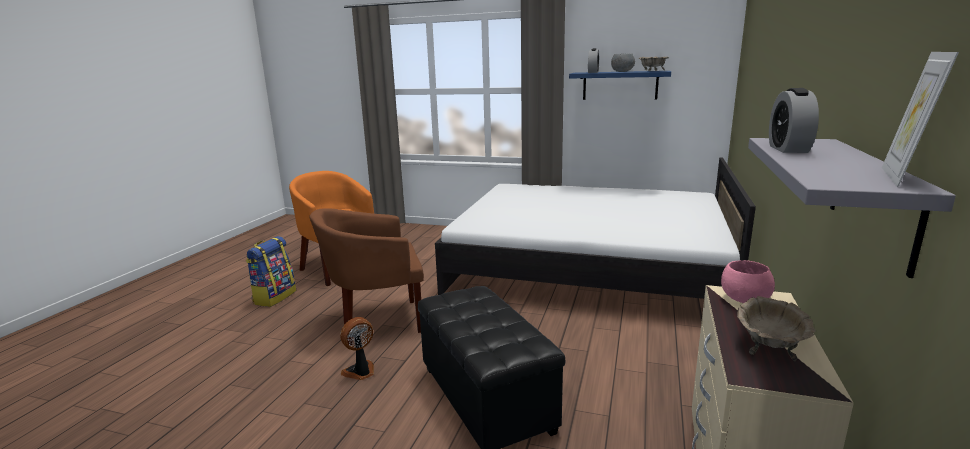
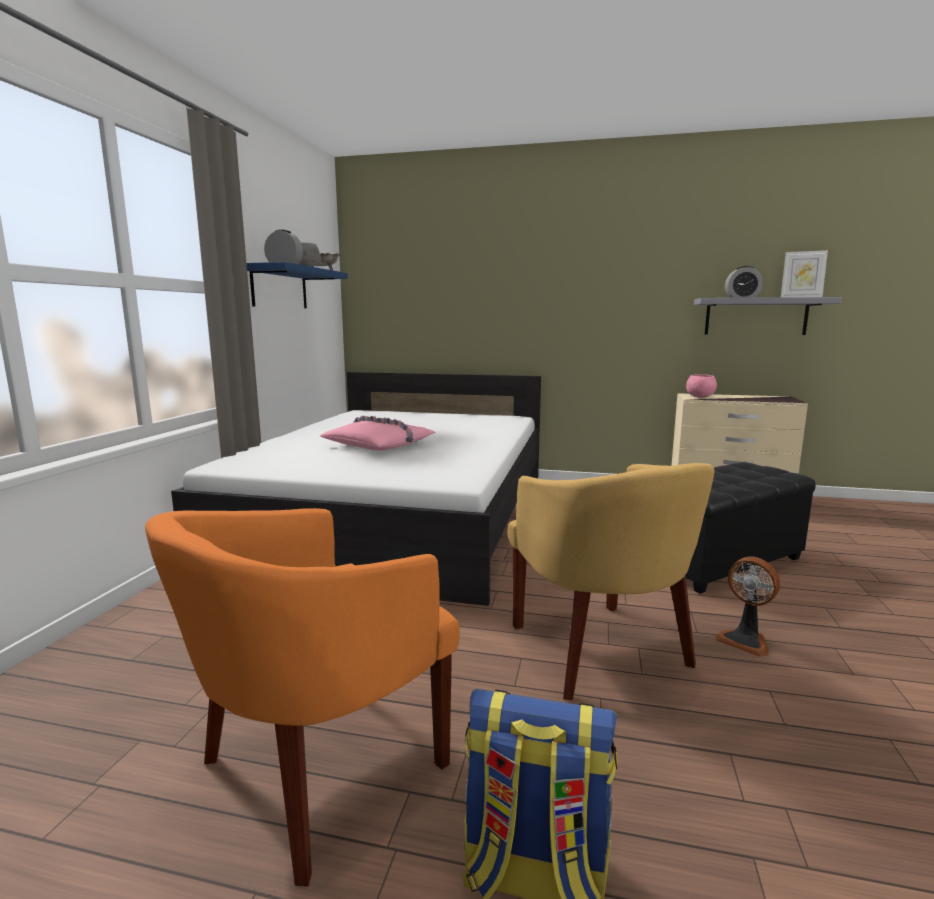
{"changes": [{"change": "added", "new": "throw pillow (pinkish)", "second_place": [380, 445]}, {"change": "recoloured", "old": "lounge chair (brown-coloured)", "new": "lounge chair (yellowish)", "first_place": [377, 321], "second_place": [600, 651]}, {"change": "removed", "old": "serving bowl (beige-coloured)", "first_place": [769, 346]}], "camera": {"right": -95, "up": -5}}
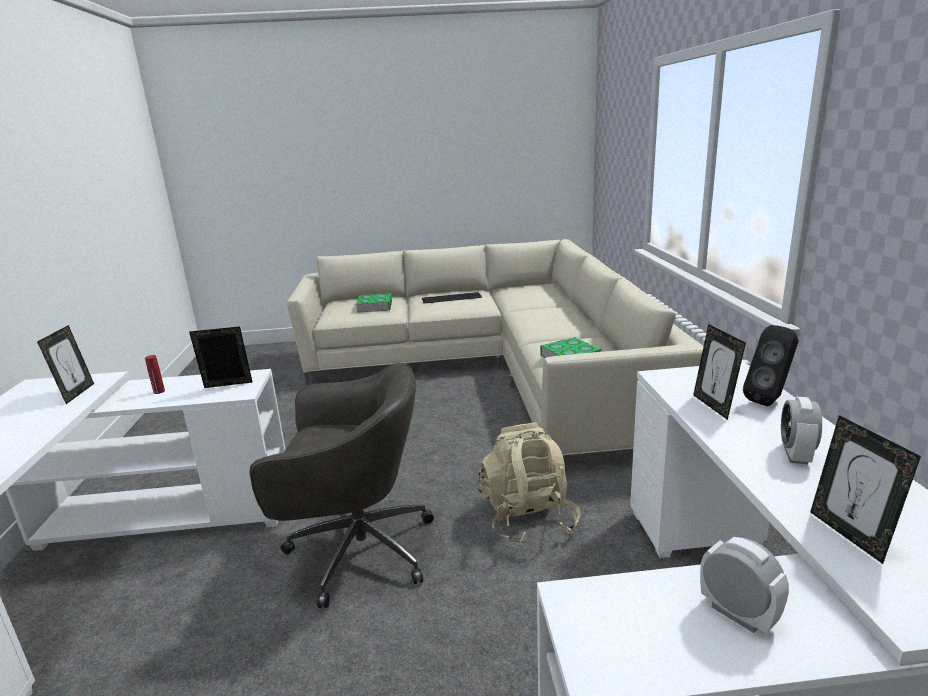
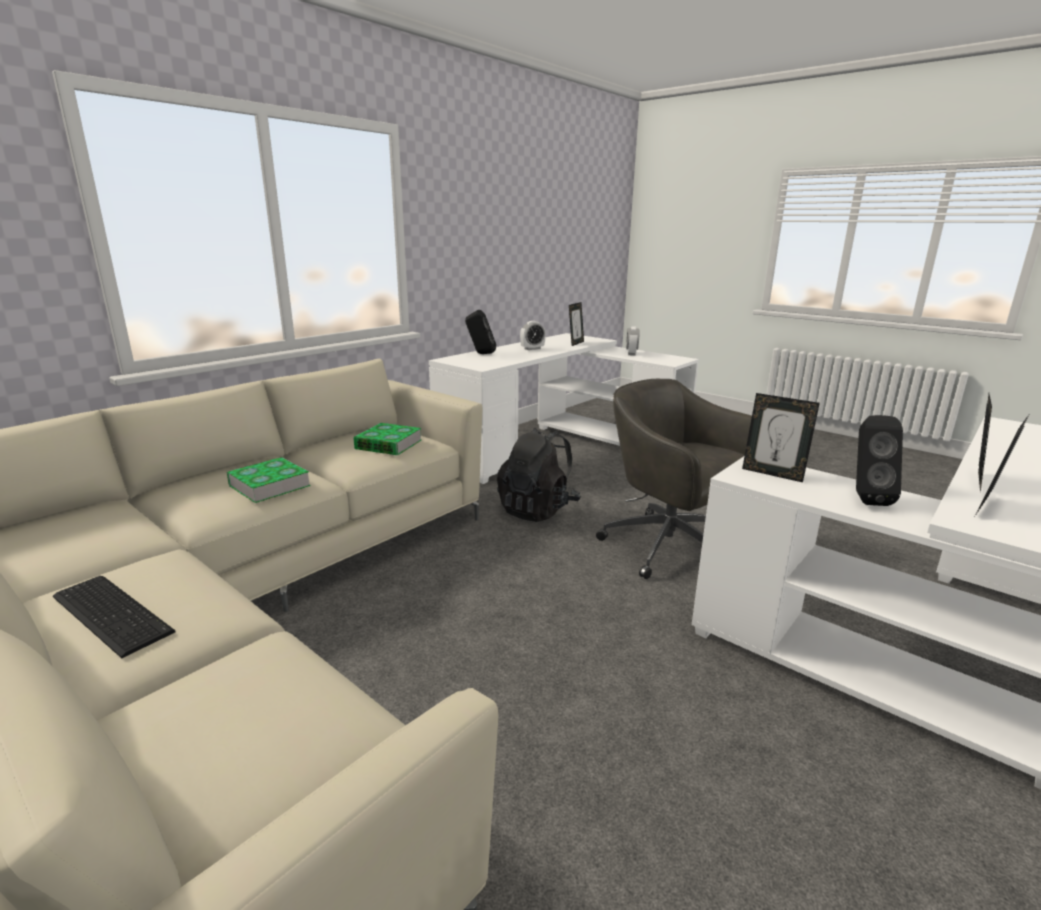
{"changes": [{"change": "moved", "old": "bound book", "first_place": [375, 306], "second_place": [269, 485]}, {"change": "recoloured", "old": "knapsack (beige-coloured)", "new": "knapsack (black-coloured)", "first_place": [527, 517], "second_place": [538, 509]}, {"change": "replaced", "old": "drink bottle (red-coloured)", "new": "audio speaker (black-coloured)", "first_place": [159, 391], "second_place": [865, 498]}, {"change": "moved", "old": "photo frame", "first_place": [713, 406], "second_place": [972, 480]}], "camera": {"right": -135, "up": 0}}
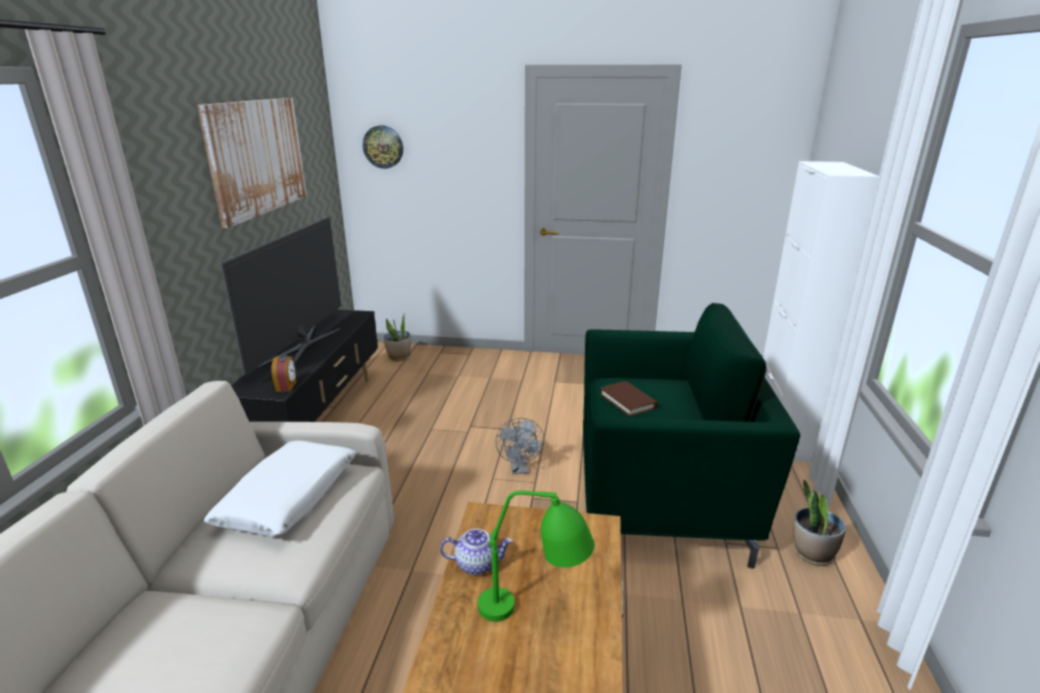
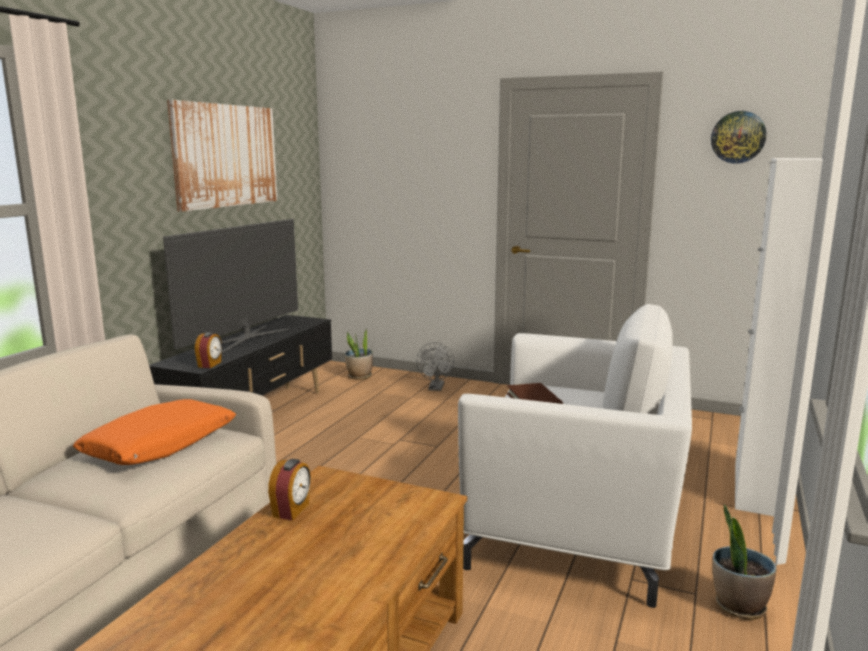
{"changes": [{"change": "recoloured", "old": "throw pillow (white-coloured)", "new": "throw pillow (orangey)", "first_place": [289, 498], "second_place": [160, 445]}, {"change": "replaced", "old": "teapot", "new": "bedside clock", "first_place": [477, 564], "second_place": [292, 510]}, {"change": "moved", "old": "electric fan (greyish)", "first_place": [519, 469], "second_place": [436, 388]}, {"change": "recoloured", "old": "lounge chair (green-coloured)", "new": "lounge chair (white-coloured)", "first_place": [662, 497], "second_place": [577, 526]}, {"change": "moved", "old": "hanging clock", "first_place": [383, 147], "second_place": [738, 137]}, {"change": "removed", "old": "table lamp (green-coloured)", "first_place": [536, 615]}], "camera": {"right": 15, "up": -10}}
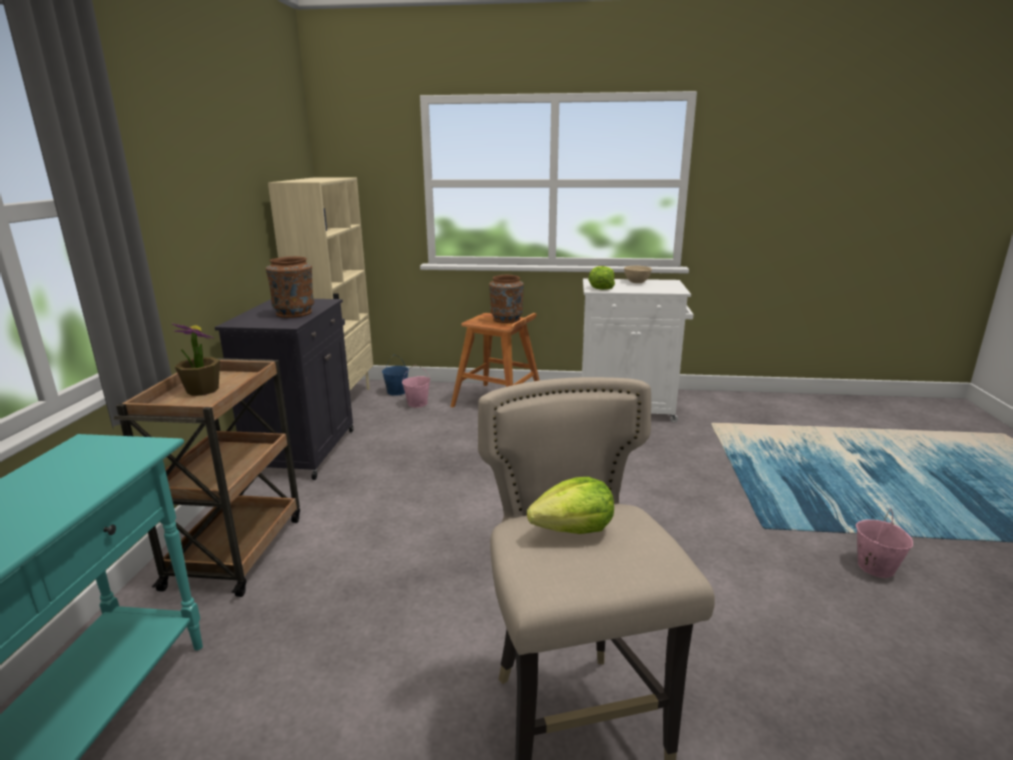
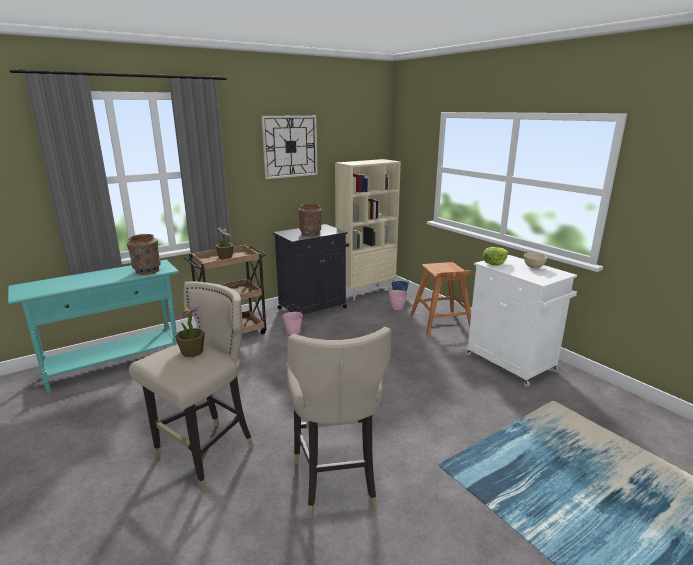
{"changes": [{"change": "moved", "old": "vase (brown-coloured)", "first_place": [506, 320], "second_place": [147, 271]}, {"change": "replaced", "old": "head of lettuce", "new": "plant in a pot", "first_place": [574, 529], "second_place": [192, 352]}, {"change": "added", "new": "hanging clock", "second_place": [290, 146]}, {"change": "moved", "old": "water bucket (pinkish)", "first_place": [875, 567], "second_place": [293, 331]}, {"change": "added", "new": "stool (beige-coloured)", "second_place": [336, 481]}], "camera": {"right": 50, "up": 0}}
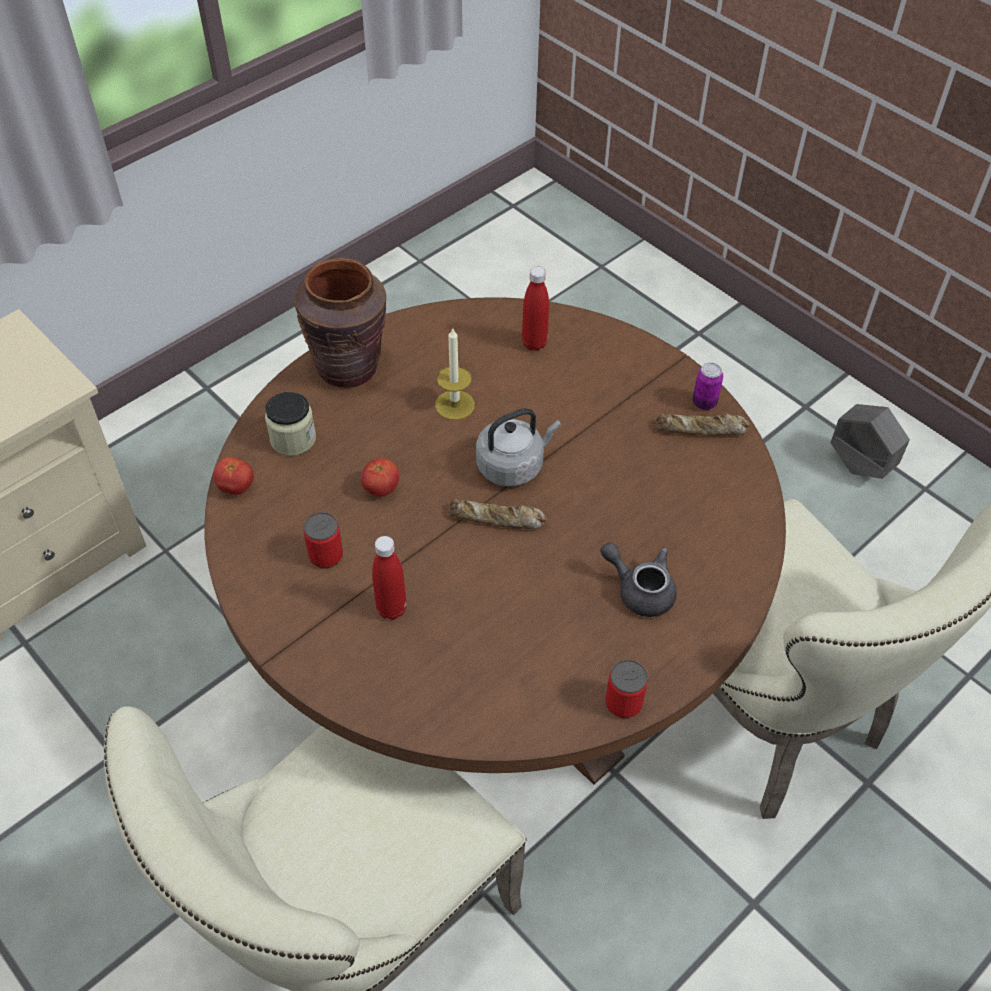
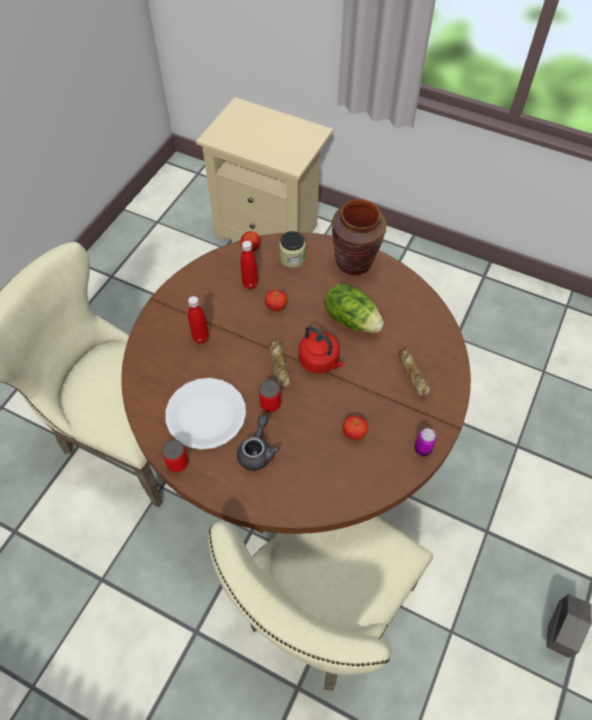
{"changes": [{"change": "added", "new": "dinner plate (white-coloured)", "second_place": [206, 414]}, {"change": "moved", "old": "drink bottle (red-coloured)", "first_place": [534, 343], "second_place": [250, 284]}, {"change": "moved", "old": "metal can", "first_place": [326, 556], "second_place": [270, 404]}, {"change": "recoloured", "old": "kettle (greyish)", "new": "kettle (red-coloured)", "first_place": [513, 465], "second_place": [320, 361]}, {"change": "replaced", "old": "candle", "new": "head of lettuce", "first_place": [455, 405], "second_place": [352, 319]}, {"change": "added", "new": "whole tomato", "second_place": [354, 433]}, {"change": "moved", "old": "bakery bread", "first_place": [702, 429], "second_place": [412, 374]}], "camera": {"right": 70, "up": 5}}
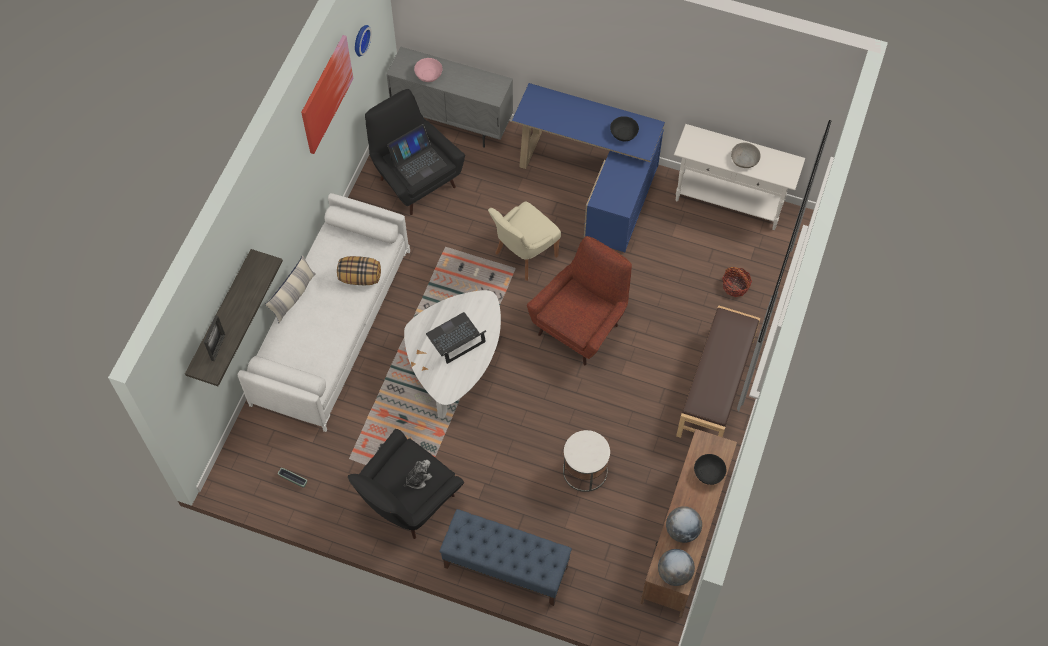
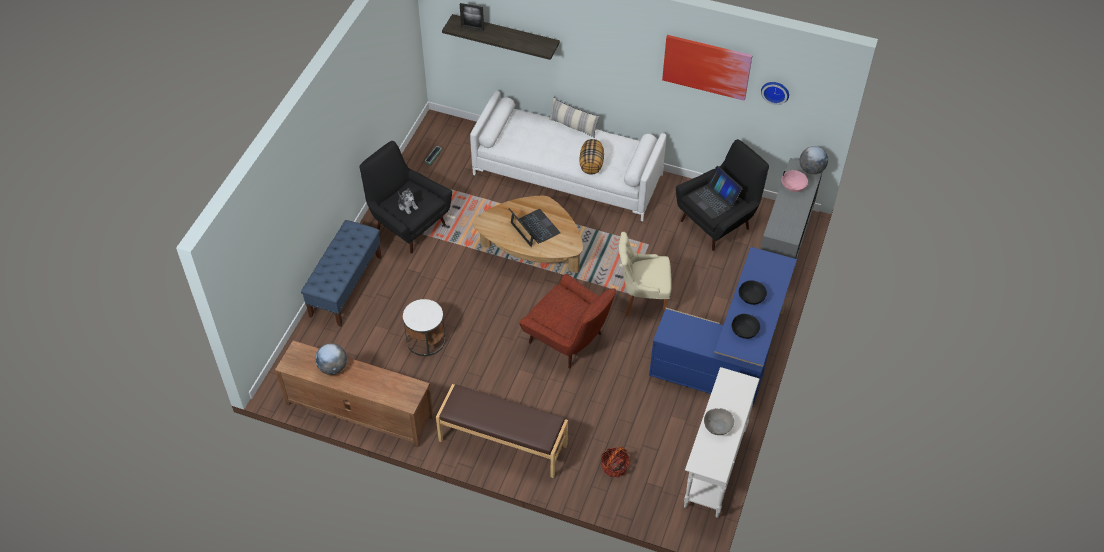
{"changes": [{"change": "recoloured", "old": "coffee table (white-coloured)", "new": "coffee table (brown-coloured)", "first_place": [455, 364], "second_place": [531, 253]}, {"change": "turned", "old": "chair (beige-coloured)", "first_place": [524, 255], "second_place": [642, 299], "degrees": -45}, {"change": "moved", "old": "serving bowl (black-coloured)", "first_place": [709, 473], "second_place": [751, 297]}, {"change": "moved", "old": "desk globe", "first_place": [674, 573], "second_place": [811, 169]}], "camera": {"right": 90, "up": -10}}
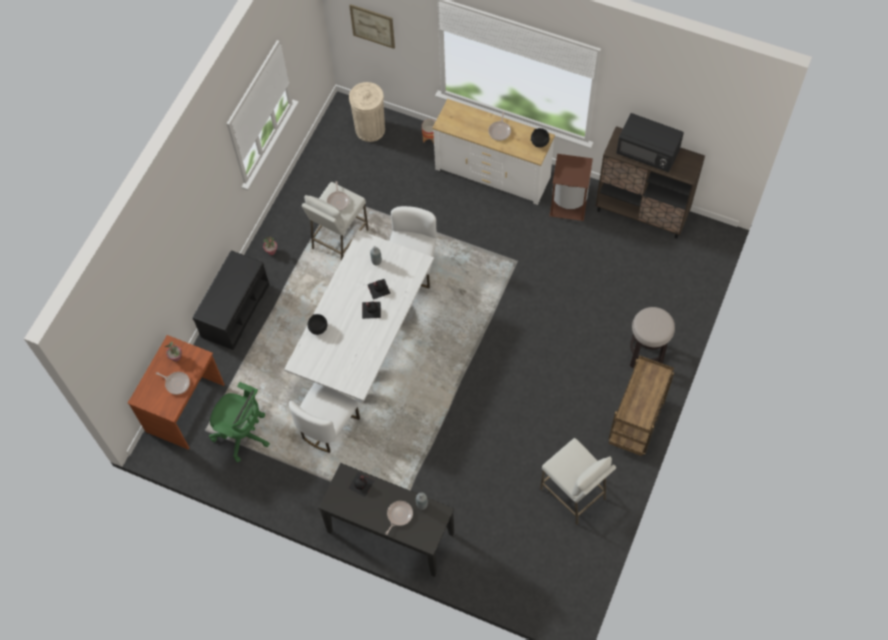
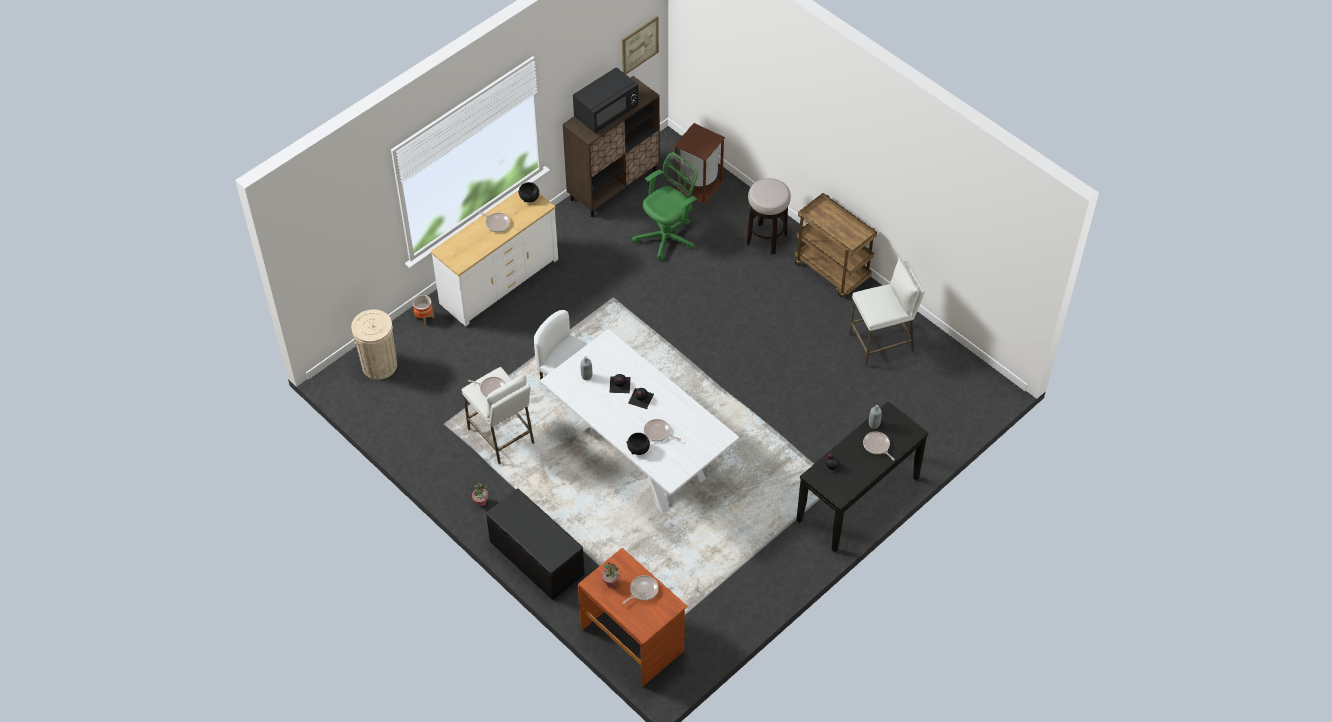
{"changes": [{"change": "moved", "old": "wall picture", "first_place": [372, 26], "second_place": [639, 45]}, {"change": "moved", "old": "office chair (green-coloured)", "first_place": [243, 435], "second_place": [668, 236]}, {"change": "added", "new": "pan", "second_place": [658, 433]}, {"change": "moved", "old": "waste bin (brown-coloured)", "first_place": [568, 204], "second_place": [699, 186]}, {"change": "removed", "old": "chair (white-coloured)", "first_place": [327, 427]}], "camera": {"right": -70, "up": -10}}
